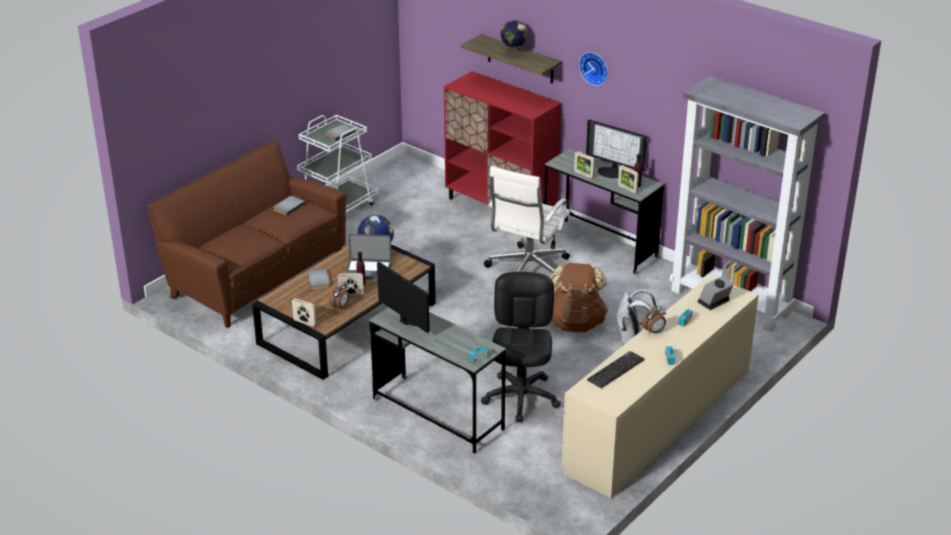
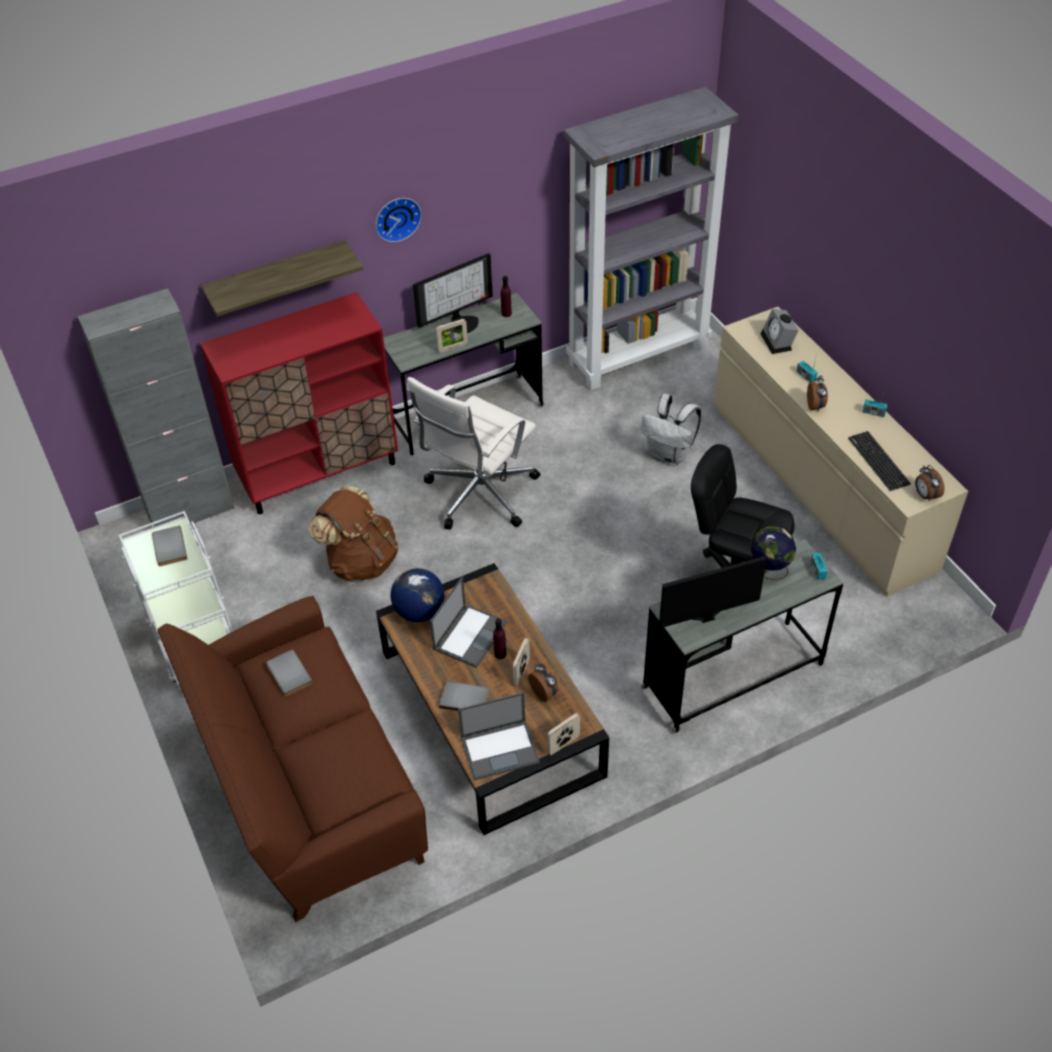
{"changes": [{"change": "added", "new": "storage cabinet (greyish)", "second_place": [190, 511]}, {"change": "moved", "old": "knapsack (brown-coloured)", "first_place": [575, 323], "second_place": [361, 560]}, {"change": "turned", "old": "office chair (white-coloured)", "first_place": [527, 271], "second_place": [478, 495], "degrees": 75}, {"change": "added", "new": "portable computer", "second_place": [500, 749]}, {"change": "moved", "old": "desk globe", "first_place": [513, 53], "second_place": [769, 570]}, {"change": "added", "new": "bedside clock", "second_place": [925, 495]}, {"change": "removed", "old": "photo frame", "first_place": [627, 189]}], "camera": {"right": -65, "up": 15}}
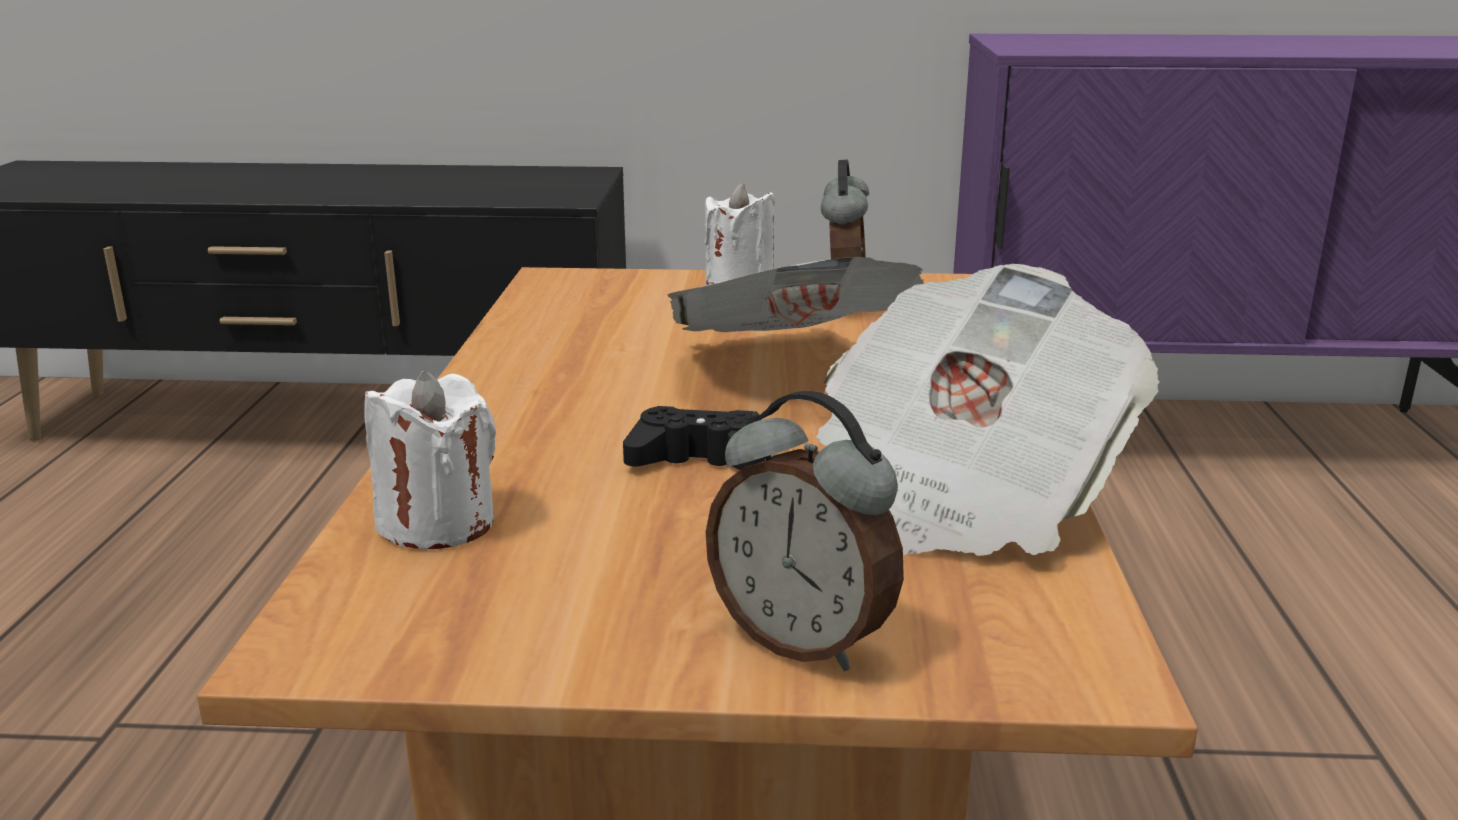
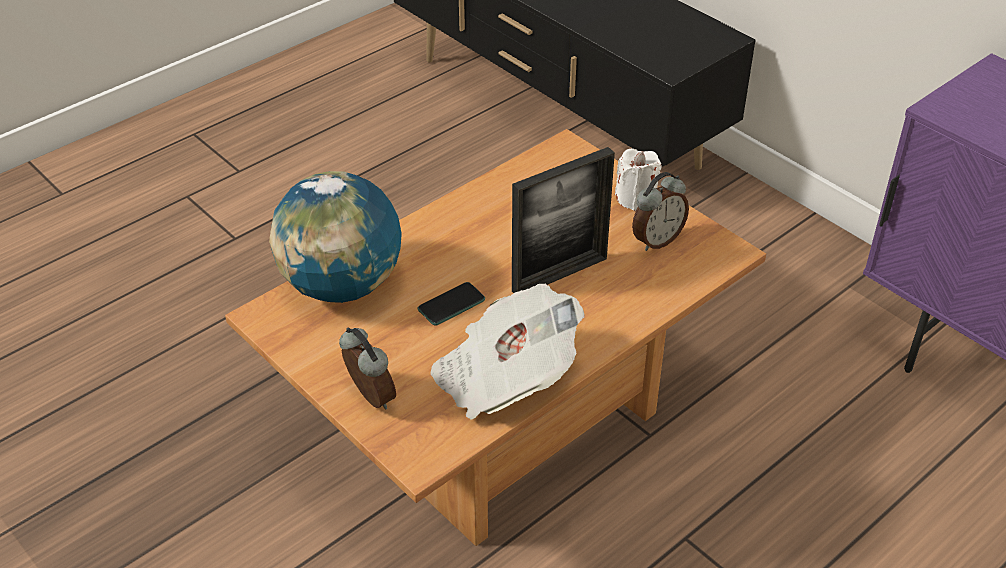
{"changes": [{"change": "replaced", "old": "candle (white-coloured)", "new": "desk globe", "first_place": [438, 523], "second_place": [342, 285]}, {"change": "turned", "old": "bedside clock", "first_place": [803, 640], "second_place": [369, 398], "degrees": 150}, {"change": "replaced", "old": "gamepad (black-coloured)", "new": "telephone", "first_place": [699, 459], "second_place": [451, 305]}, {"change": "replaced", "old": "printed paper", "new": "photo frame", "first_place": [792, 369], "second_place": [559, 274]}], "camera": {"right": 45, "up": 20}}
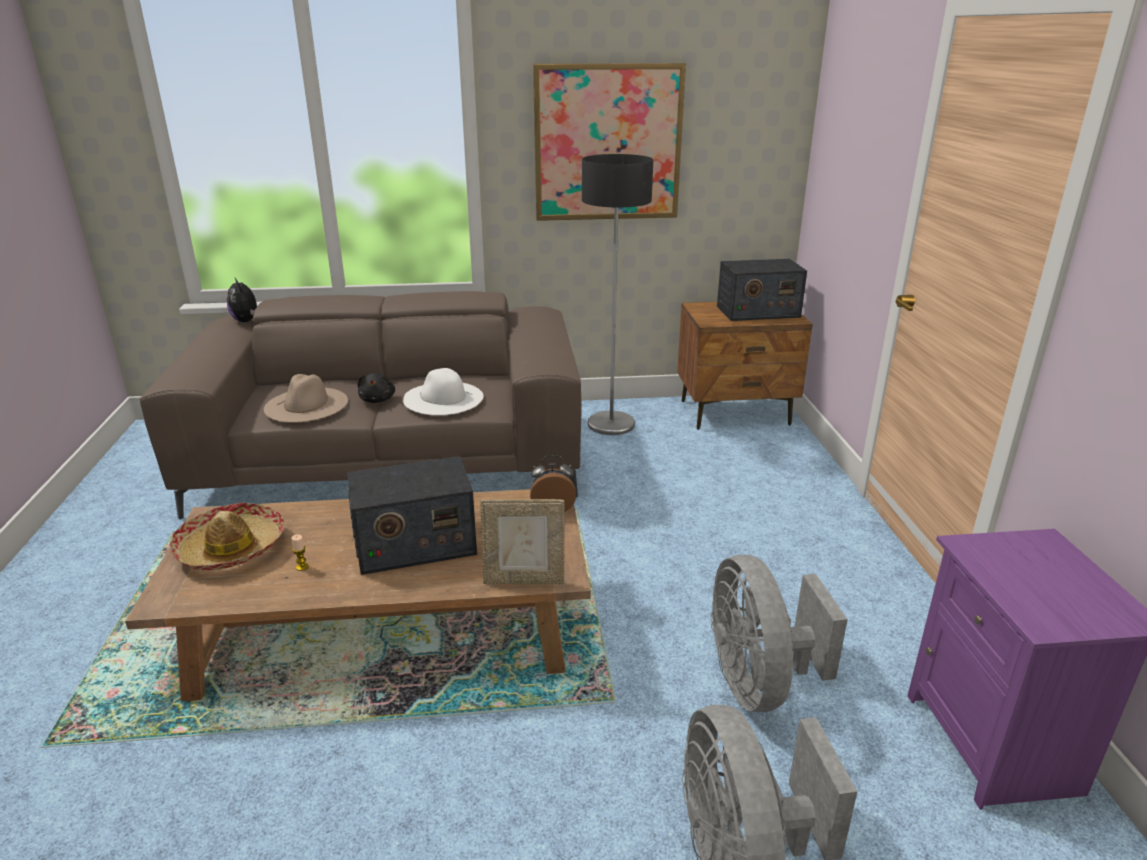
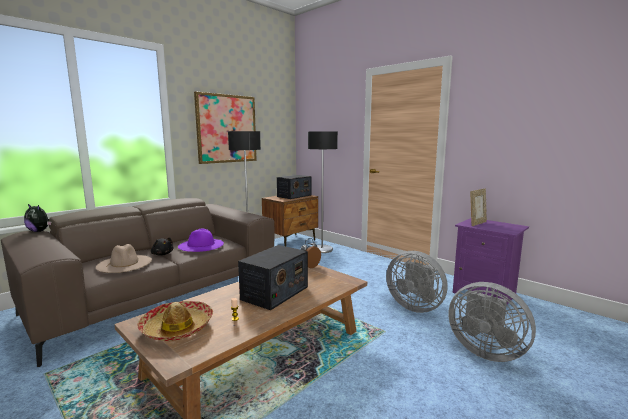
{"changes": [{"change": "recoloured", "old": "wearable hat (white-coloured)", "new": "wearable hat (purple-coloured)", "first_place": [443, 398], "second_place": [201, 245]}, {"change": "added", "new": "standard lamp", "second_place": [322, 249]}, {"change": "moved", "old": "photo frame", "first_place": [524, 580], "second_place": [477, 223]}], "camera": {"right": -40, "up": -15}}
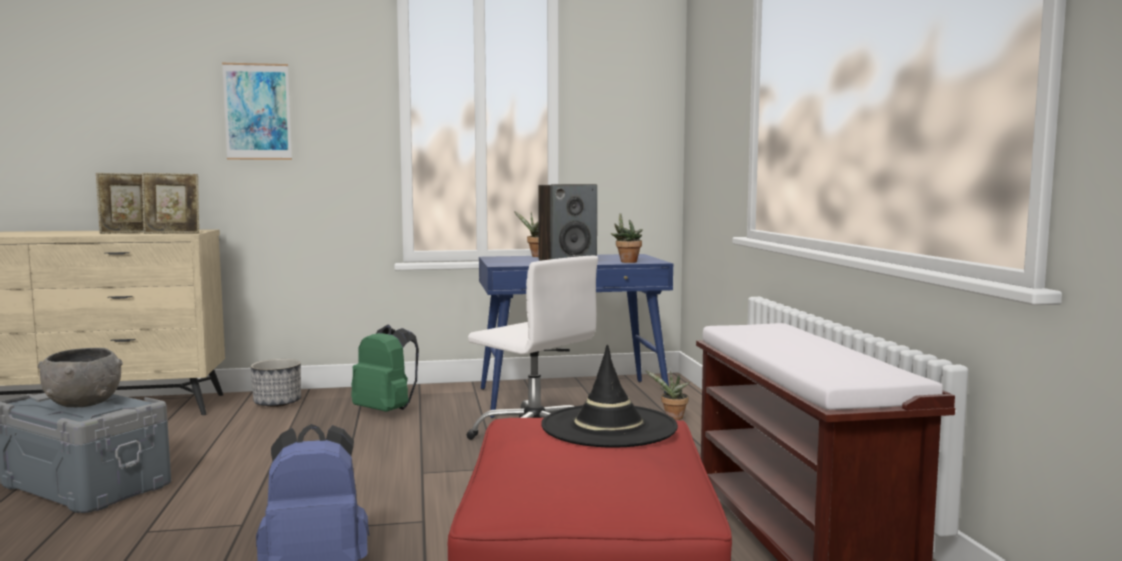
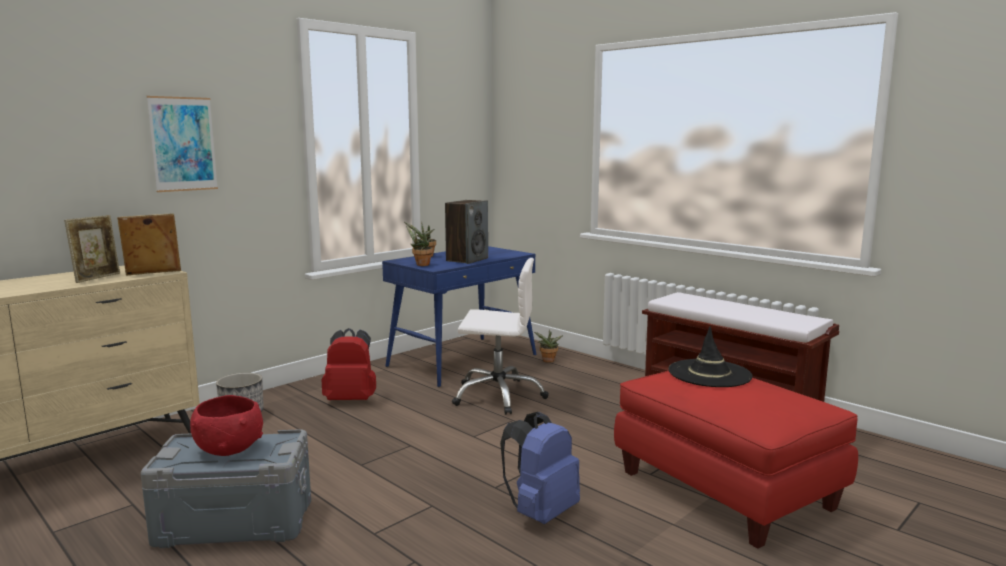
{"changes": [{"change": "turned", "old": "photo frame", "first_place": [172, 233], "second_place": [153, 273], "degrees": -150}, {"change": "recoloured", "old": "serving bowl (greyish)", "new": "serving bowl (red-coloured)", "first_place": [83, 404], "second_place": [229, 449]}, {"change": "recoloured", "old": "knapsack (green-coloured)", "new": "knapsack (red-coloured)", "first_place": [386, 411], "second_place": [351, 399]}, {"change": "moved", "old": "plant in a pot", "first_place": [626, 261], "second_place": [420, 264]}], "camera": {"right": -35, "up": 5}}
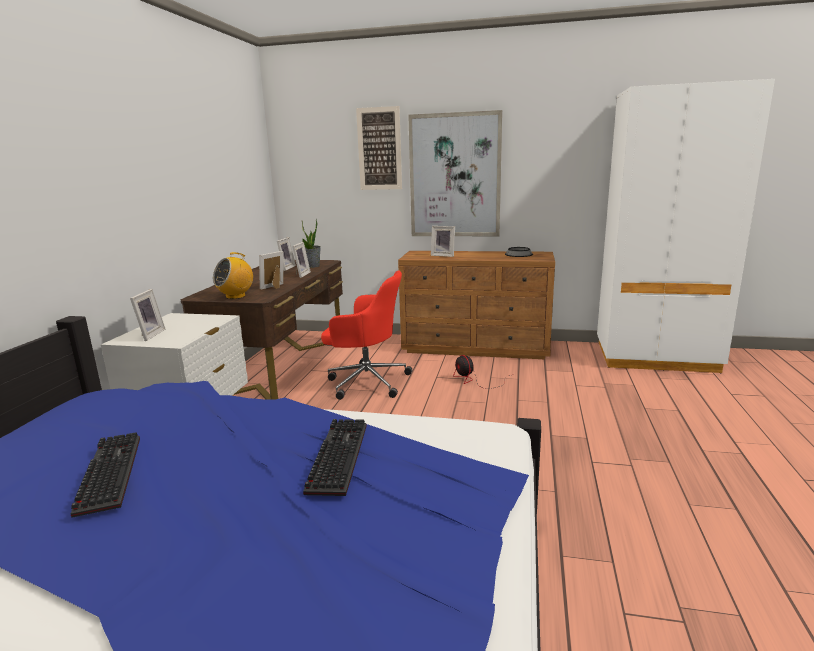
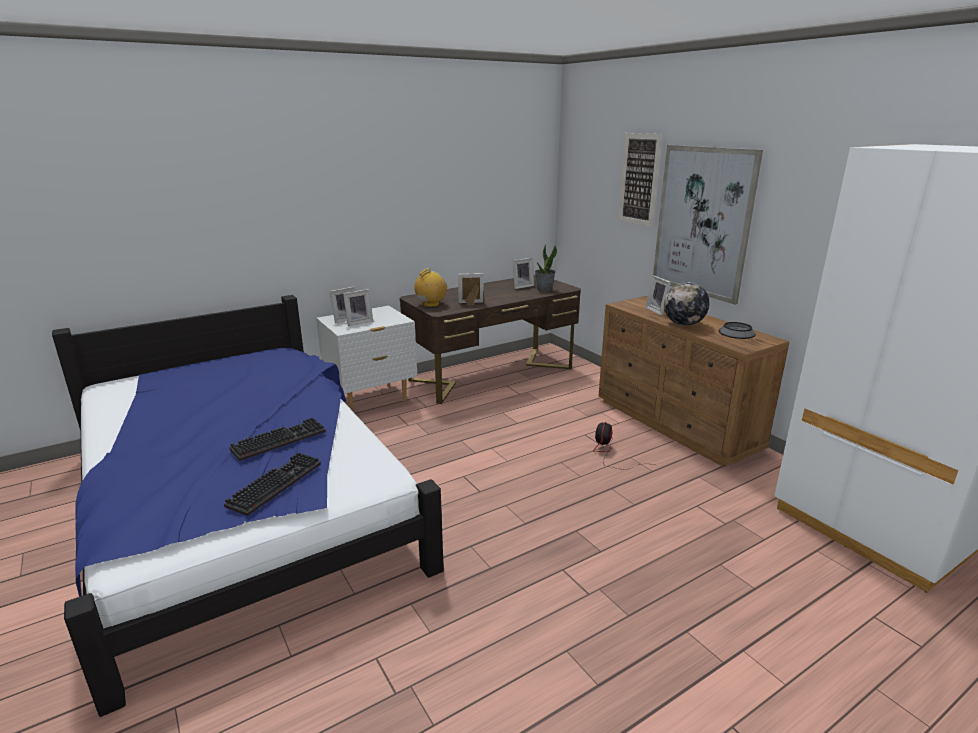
{"changes": [{"change": "moved", "old": "computer keyboard", "first_place": [107, 473], "second_place": [275, 483]}, {"change": "moved", "old": "photo frame", "first_place": [300, 275], "second_place": [358, 322]}, {"change": "turned", "old": "radio", "first_place": [236, 296], "second_place": [431, 304], "degrees": 135}, {"change": "added", "new": "desk globe", "second_place": [683, 324]}, {"change": "removed", "old": "office chair (red-coloured)", "first_place": [366, 381]}], "camera": {"right": 45, "up": 5}}
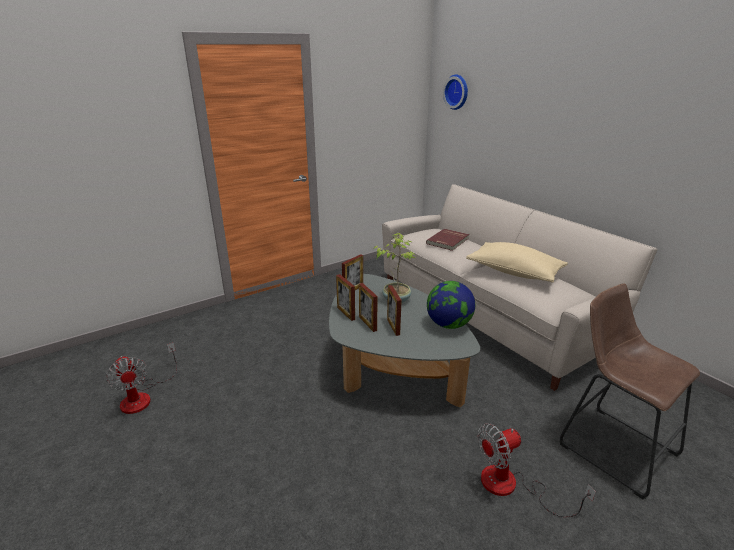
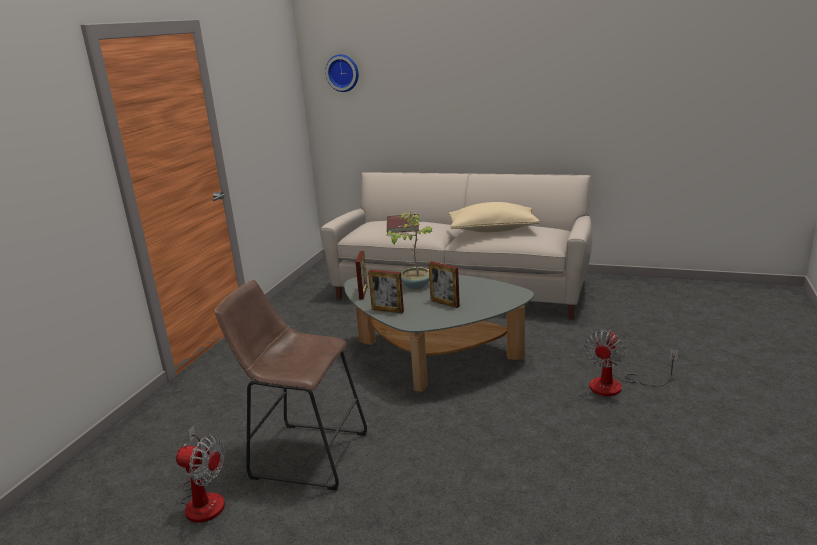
{"changes": [{"change": "moved", "old": "stool (brown-coloured)", "first_place": [611, 445], "second_place": [303, 453]}, {"change": "removed", "old": "photo frame", "first_place": [367, 323]}, {"change": "removed", "old": "desk globe", "first_place": [448, 324]}], "camera": {"right": -35, "up": -5}}
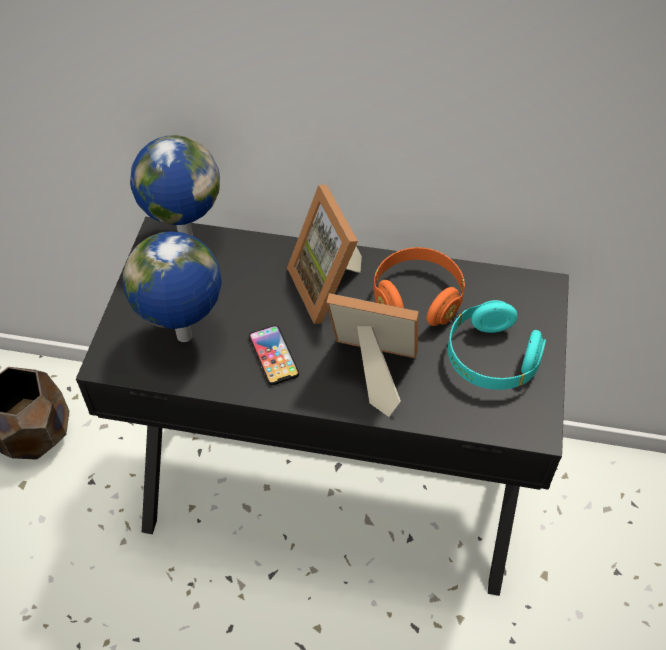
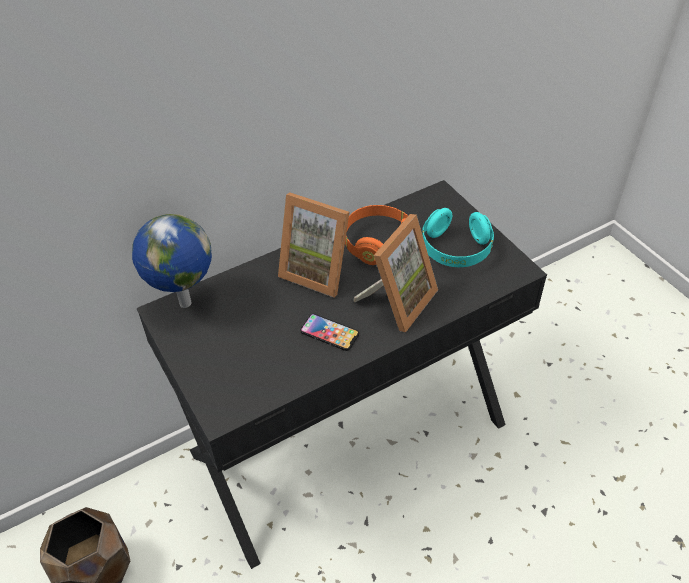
{"changes": [{"change": "turned", "old": "photo frame", "first_place": [370, 371], "second_place": [397, 301], "degrees": 150}, {"change": "removed", "old": "desk globe", "first_place": [185, 338]}], "camera": {"right": -40, "up": -5}}
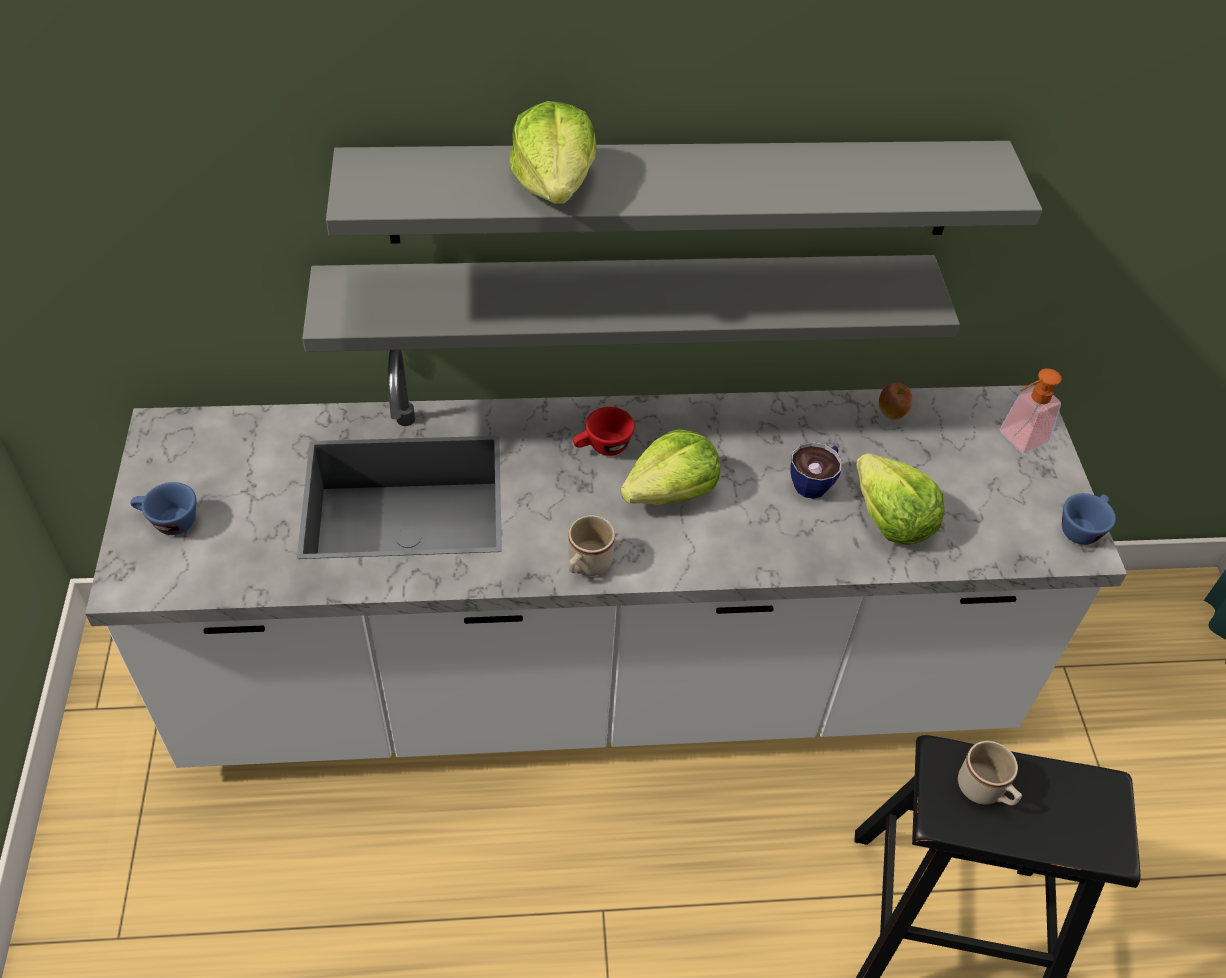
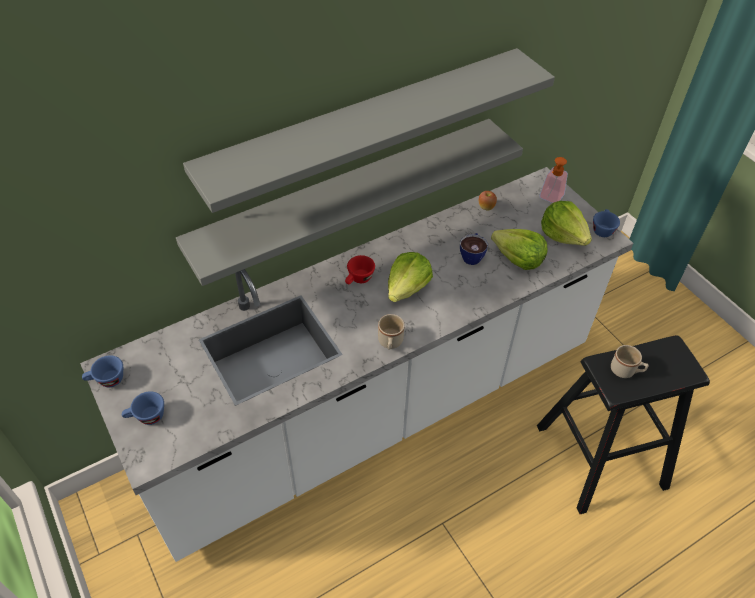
{"changes": [{"change": "added", "new": "drinking cup (blue-coloured)", "second_place": [107, 380]}, {"change": "moved", "old": "head of lettuce", "first_place": [555, 184], "second_place": [563, 235]}], "camera": {"right": -25, "up": 0}}
